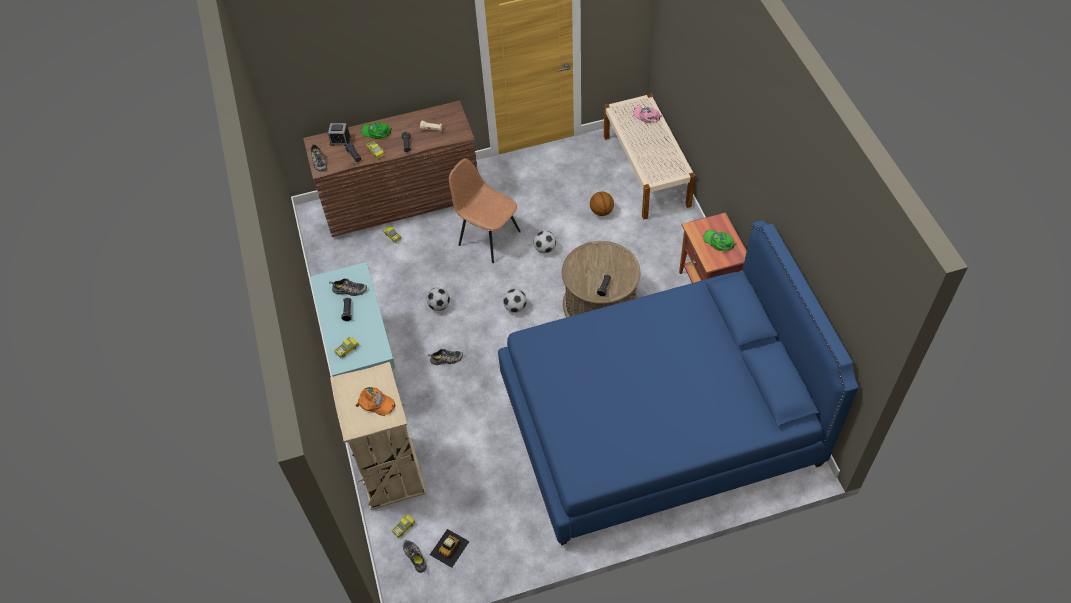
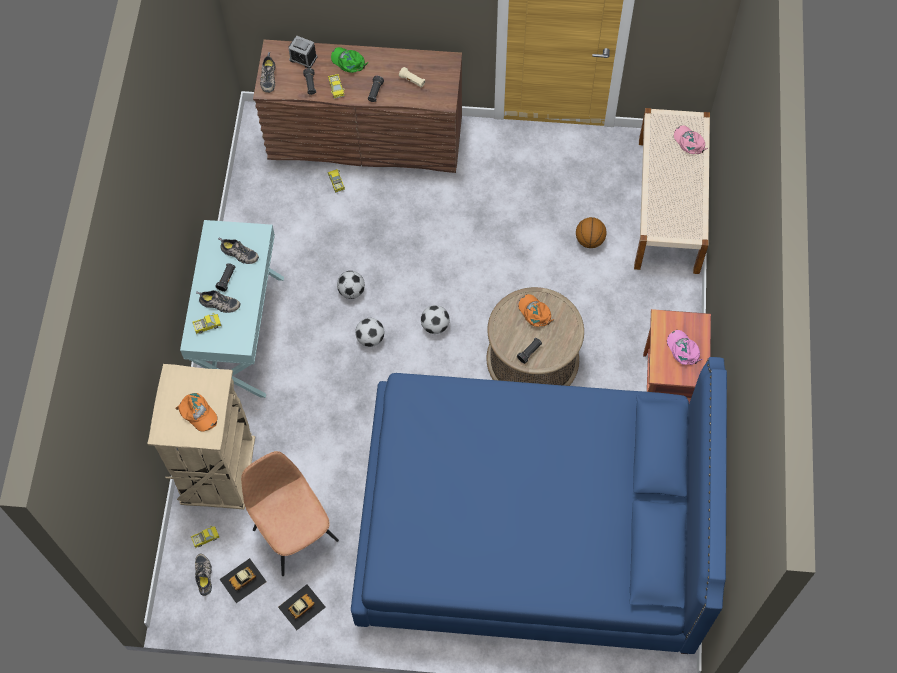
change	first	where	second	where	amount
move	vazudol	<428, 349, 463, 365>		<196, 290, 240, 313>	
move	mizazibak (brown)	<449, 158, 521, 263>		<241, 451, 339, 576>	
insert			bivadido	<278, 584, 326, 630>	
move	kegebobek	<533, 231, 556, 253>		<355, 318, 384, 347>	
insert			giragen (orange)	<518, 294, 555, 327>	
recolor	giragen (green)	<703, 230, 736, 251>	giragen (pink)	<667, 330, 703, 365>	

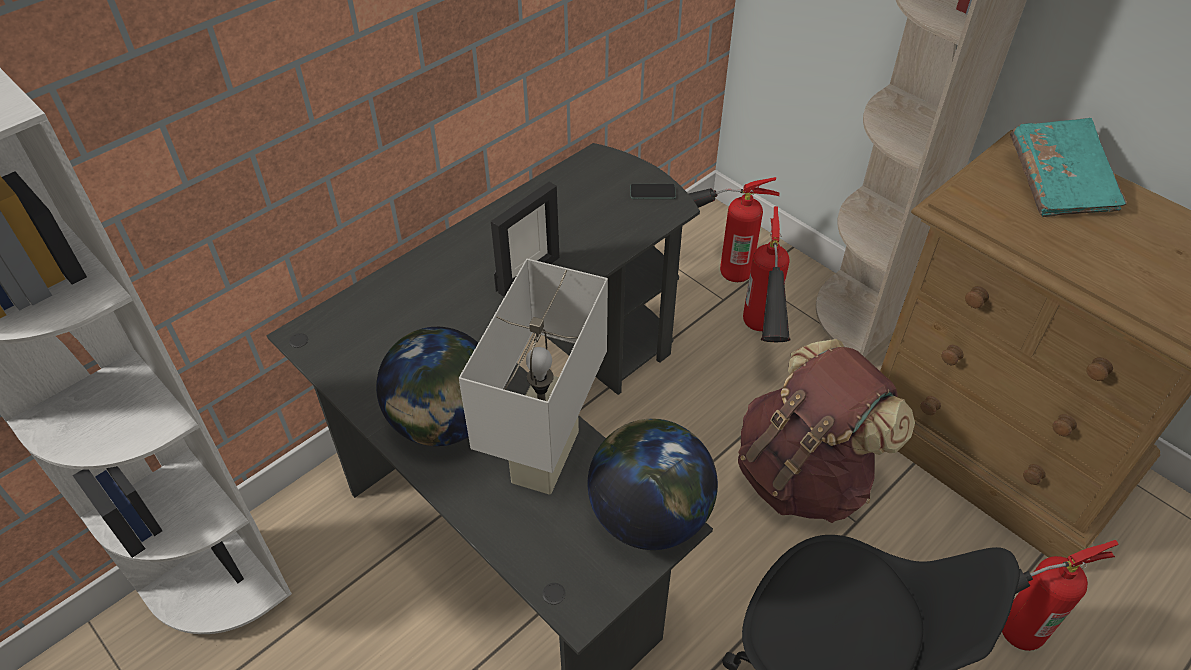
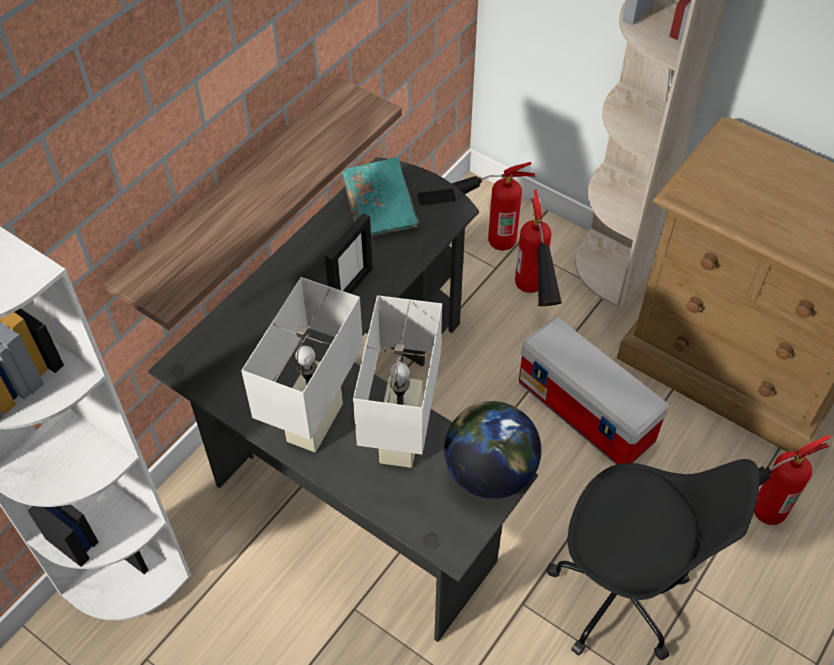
change	first	where	second	where	amount
insert			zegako	<103, 79, 402, 330>	
replace	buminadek	<376, 327, 478, 446>	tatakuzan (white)	<241, 277, 363, 452>	
move	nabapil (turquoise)	<1010, 118, 1127, 217>		<342, 157, 419, 237>	
replace	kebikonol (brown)	<738, 339, 915, 523>	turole	<519, 318, 668, 465>	

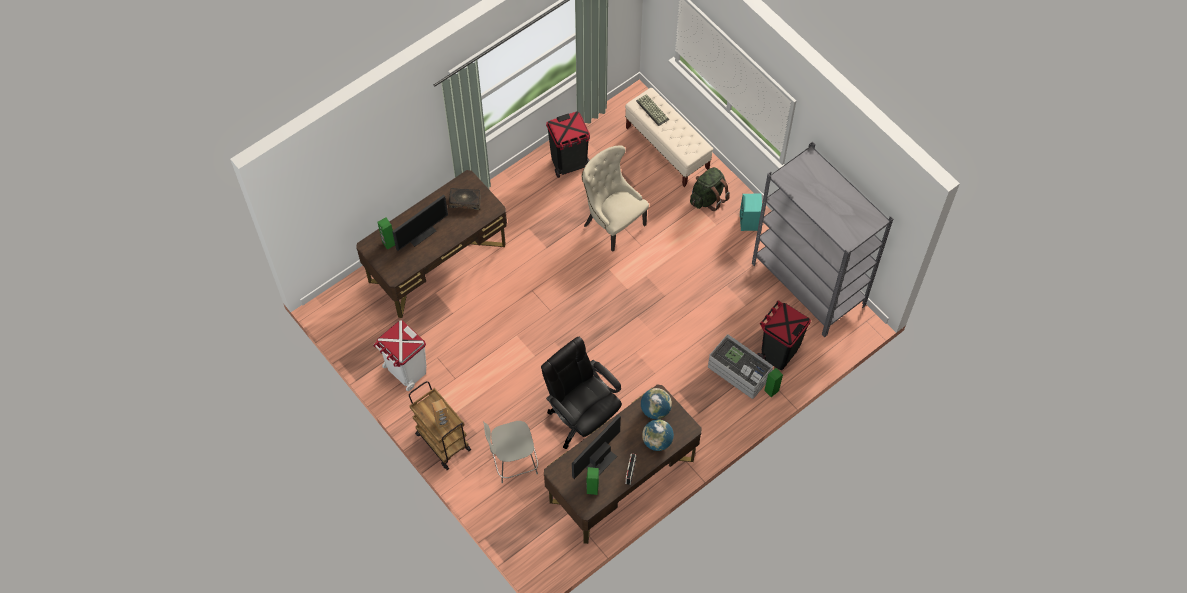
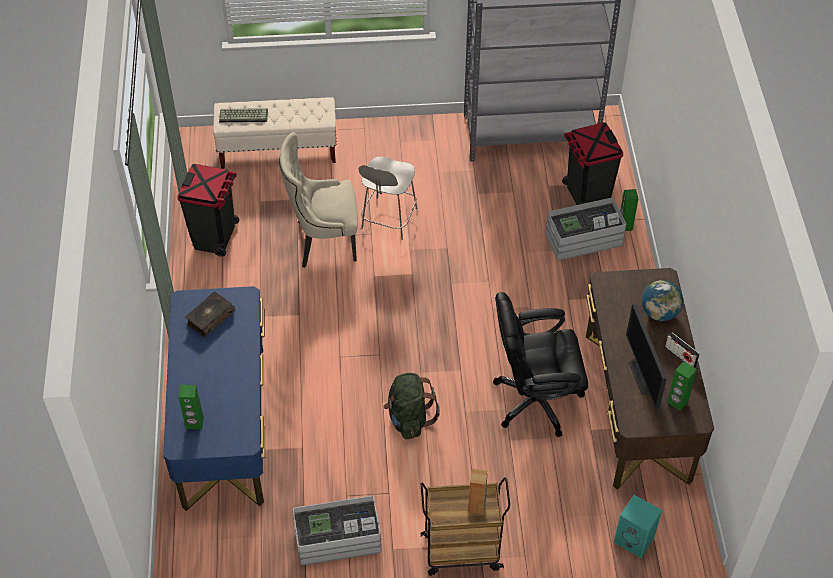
change	first	where	second	where	amount
recolor	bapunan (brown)	<356, 170, 507, 318>	bapunan (blue)	<163, 286, 265, 511>	
replace	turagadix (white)	<373, 320, 426, 391>	turole (grey)	<293, 495, 382, 565>	
move	mizazibak (grey)	<483, 421, 538, 483>		<359, 156, 418, 240>	
move	kebikonol (green)	<690, 167, 730, 211>		<384, 373, 440, 439>	
move	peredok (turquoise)	<740, 194, 762, 231>		<614, 495, 662, 558>	
delete	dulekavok	<392, 195, 448, 251>			
delete	buminadek	<641, 388, 672, 419>			

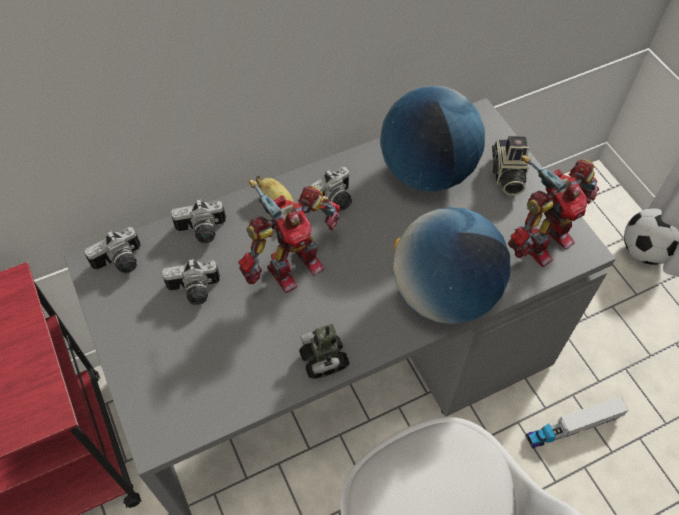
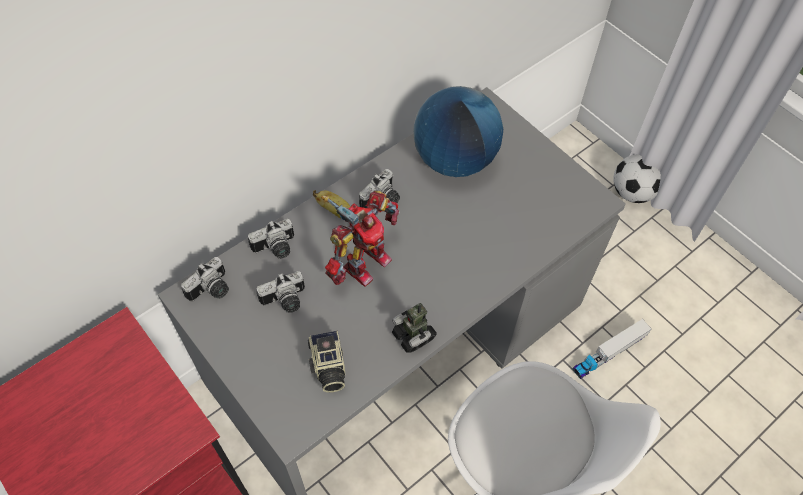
change	first	where	second	where	amount
move	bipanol	<492, 136, 529, 195>		<308, 331, 345, 393>	
delete	buminadek	<393, 207, 510, 324>			
delete	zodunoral	<508, 155, 599, 267>			

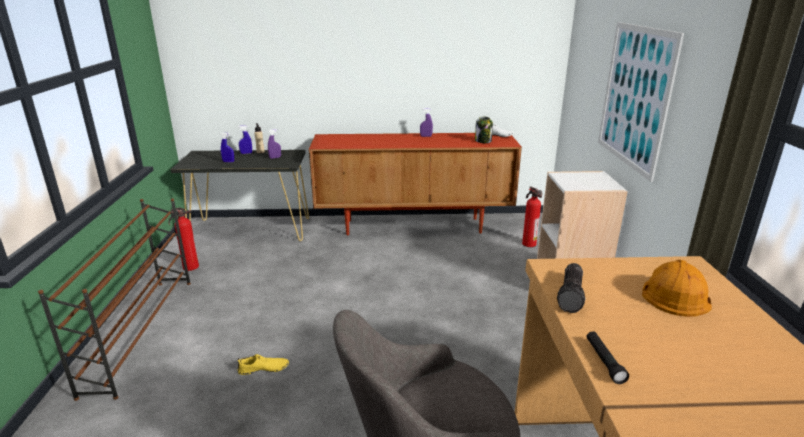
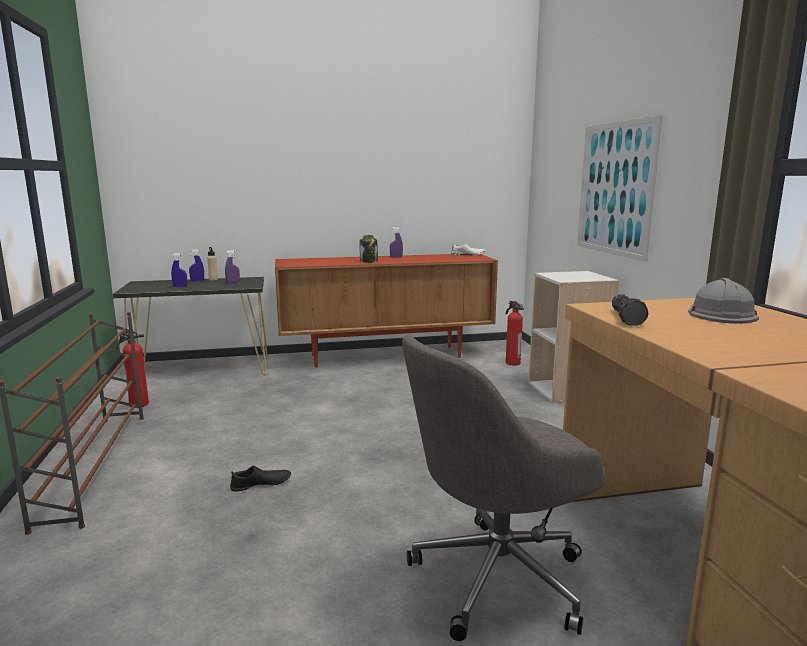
change	first	where	second	where	amount
recolor	vazudol (yellow)	<238, 354, 289, 375>	vazudol (black)	<230, 466, 291, 492>	
move	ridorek	<475, 116, 493, 143>		<359, 235, 378, 263>	
recolor	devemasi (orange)	<642, 260, 712, 317>	devemasi (grey)	<688, 278, 759, 324>	
delete	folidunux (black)	<587, 331, 629, 384>			

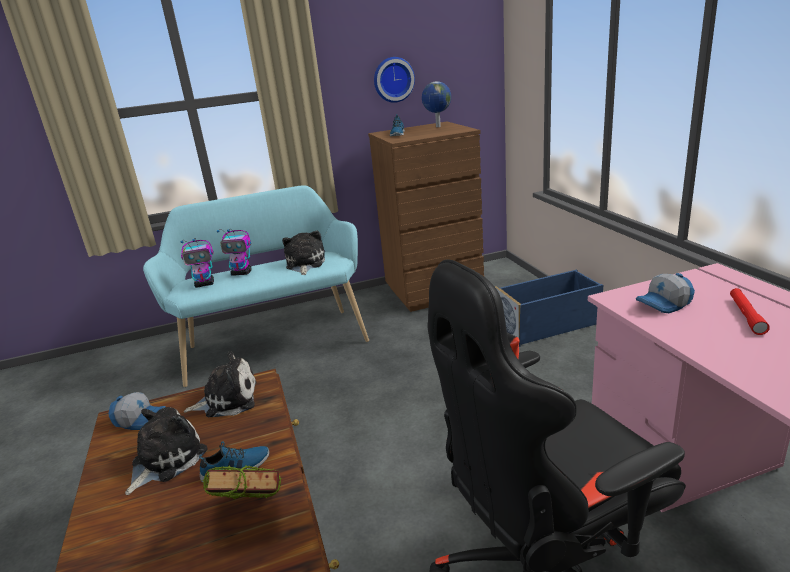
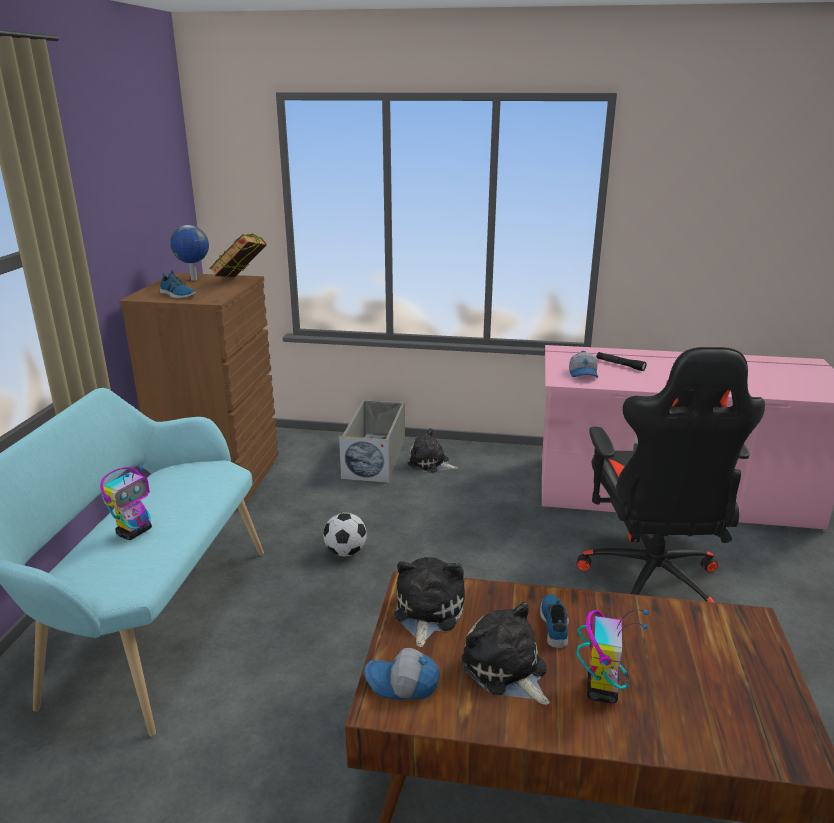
change	first	where	second	where	amount
move	nabapil	<202, 465, 282, 500>		<209, 233, 267, 278>	
insert			kegebobek	<323, 513, 367, 556>	
recolor	turole (blue)	<495, 270, 603, 347>	turole (grey)	<339, 399, 405, 483>	
rotate	giragen	<109, 392, 165, 430>		<364, 648, 440, 700>	120 degrees counterclockwise
move	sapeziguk	<282, 231, 325, 275>		<407, 428, 458, 473>	
move	zodunoral	<181, 238, 214, 288>		<577, 609, 648, 703>	
recolor	folidunux (red)	<730, 288, 770, 335>	folidunux (black)	<597, 352, 647, 371>	
delete	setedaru	<374, 57, 415, 103>			

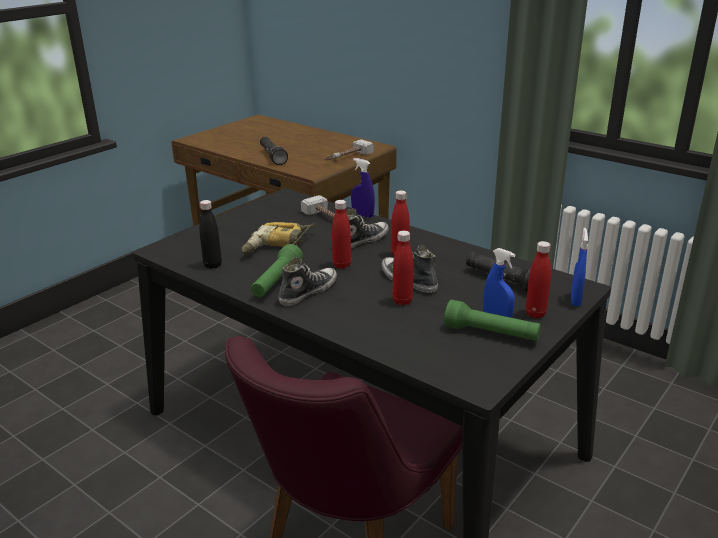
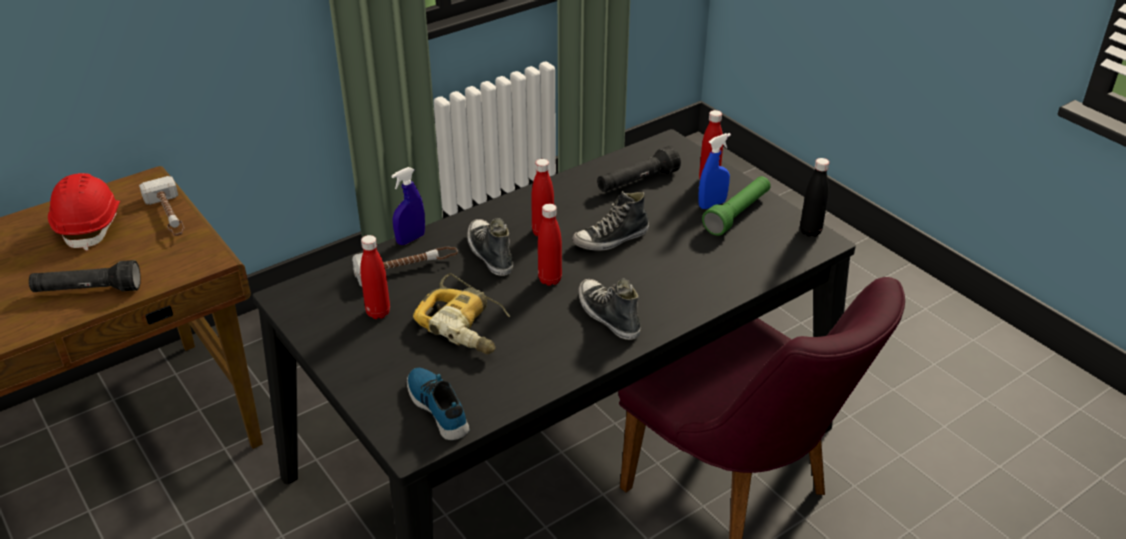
change	first	where	second	where	amount
insert			devemasi (red)	<48, 173, 120, 251>	
move	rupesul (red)	<393, 231, 414, 305>		<360, 235, 390, 319>	
insert			vazudol	<407, 367, 470, 440>	
move	rupesul (black)	<199, 200, 222, 269>		<800, 158, 829, 237>	
delete	folidunux (green)	<251, 244, 303, 297>			
delete	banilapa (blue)	<571, 228, 588, 306>			

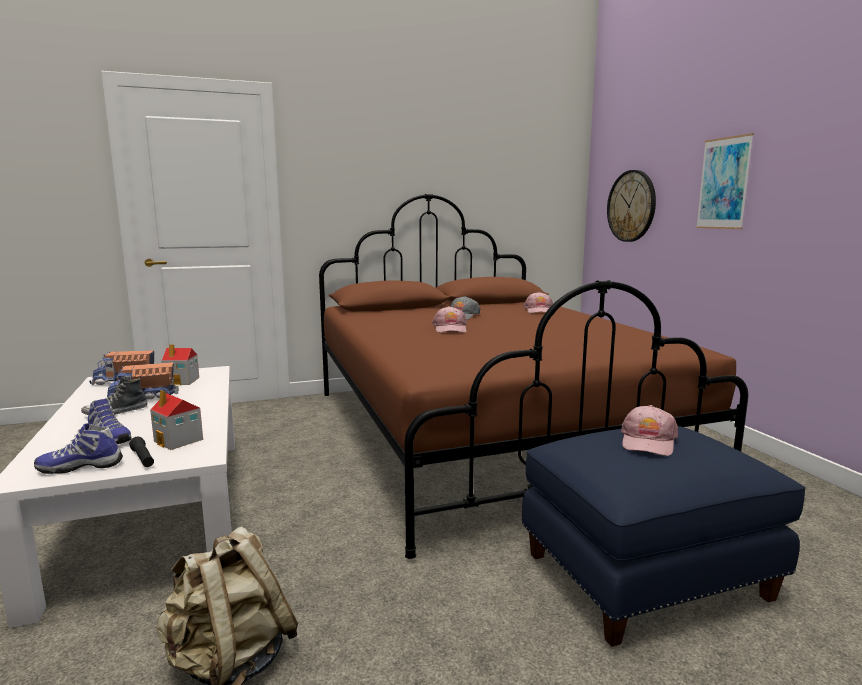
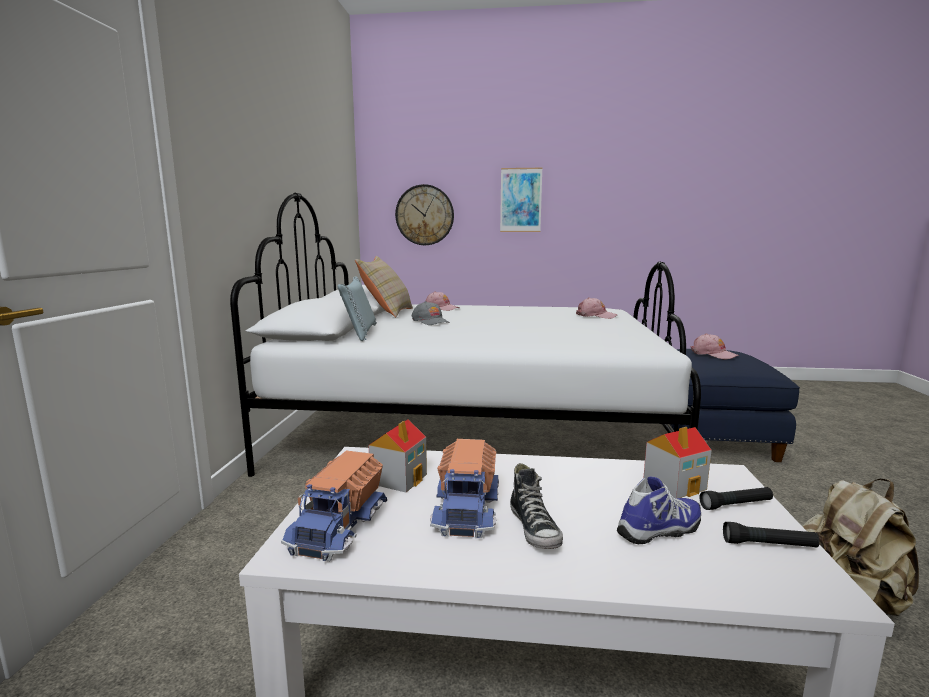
change	first	where	second	where	amount
recolor	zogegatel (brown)	<319, 194, 748, 559>	zogegatel (white)	<230, 193, 701, 477>	
insert			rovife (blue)	<337, 276, 377, 341>	
insert			rovife (beige)	<355, 256, 413, 317>	
move	giragen (pink)	<432, 306, 467, 333>		<576, 298, 617, 319>	
replace	vazudol	<34, 423, 123, 474>	folidunux (black)	<723, 522, 820, 548>	

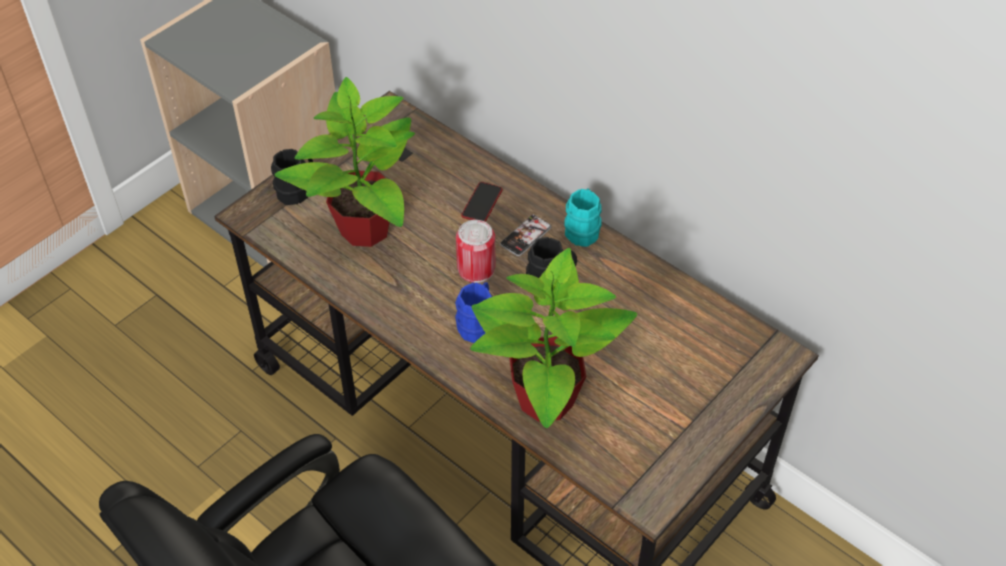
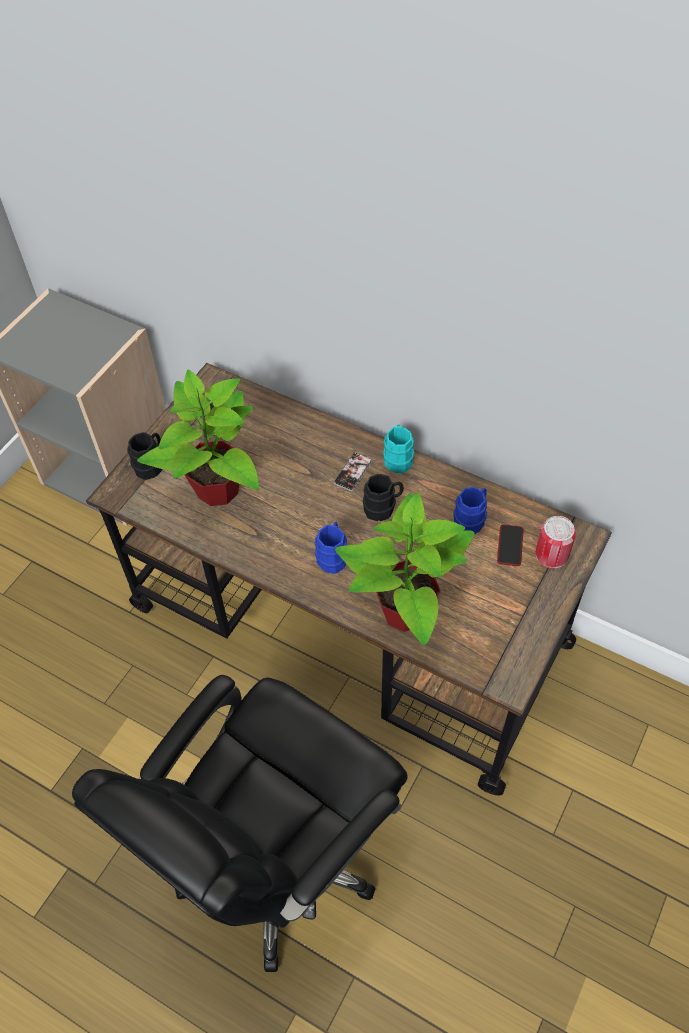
change	first	where	second	where	amount
insert			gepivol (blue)	<453, 487, 487, 534>	
move	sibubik	<461, 182, 502, 222>		<497, 524, 524, 566>	
move	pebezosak	<456, 220, 495, 283>		<535, 516, 576, 568>	

